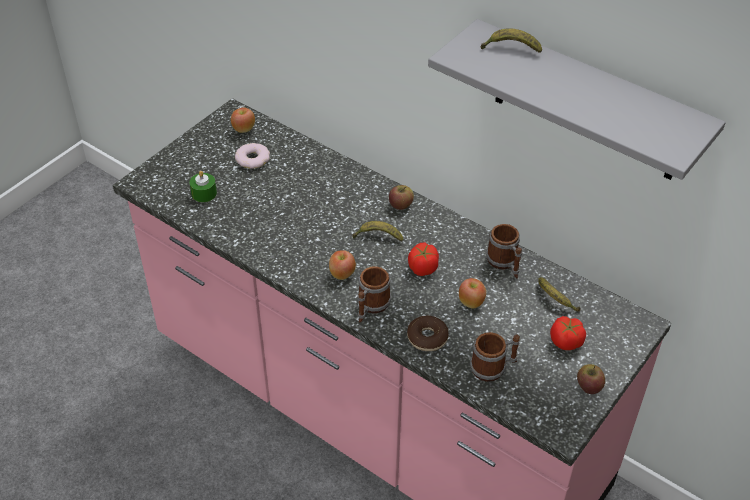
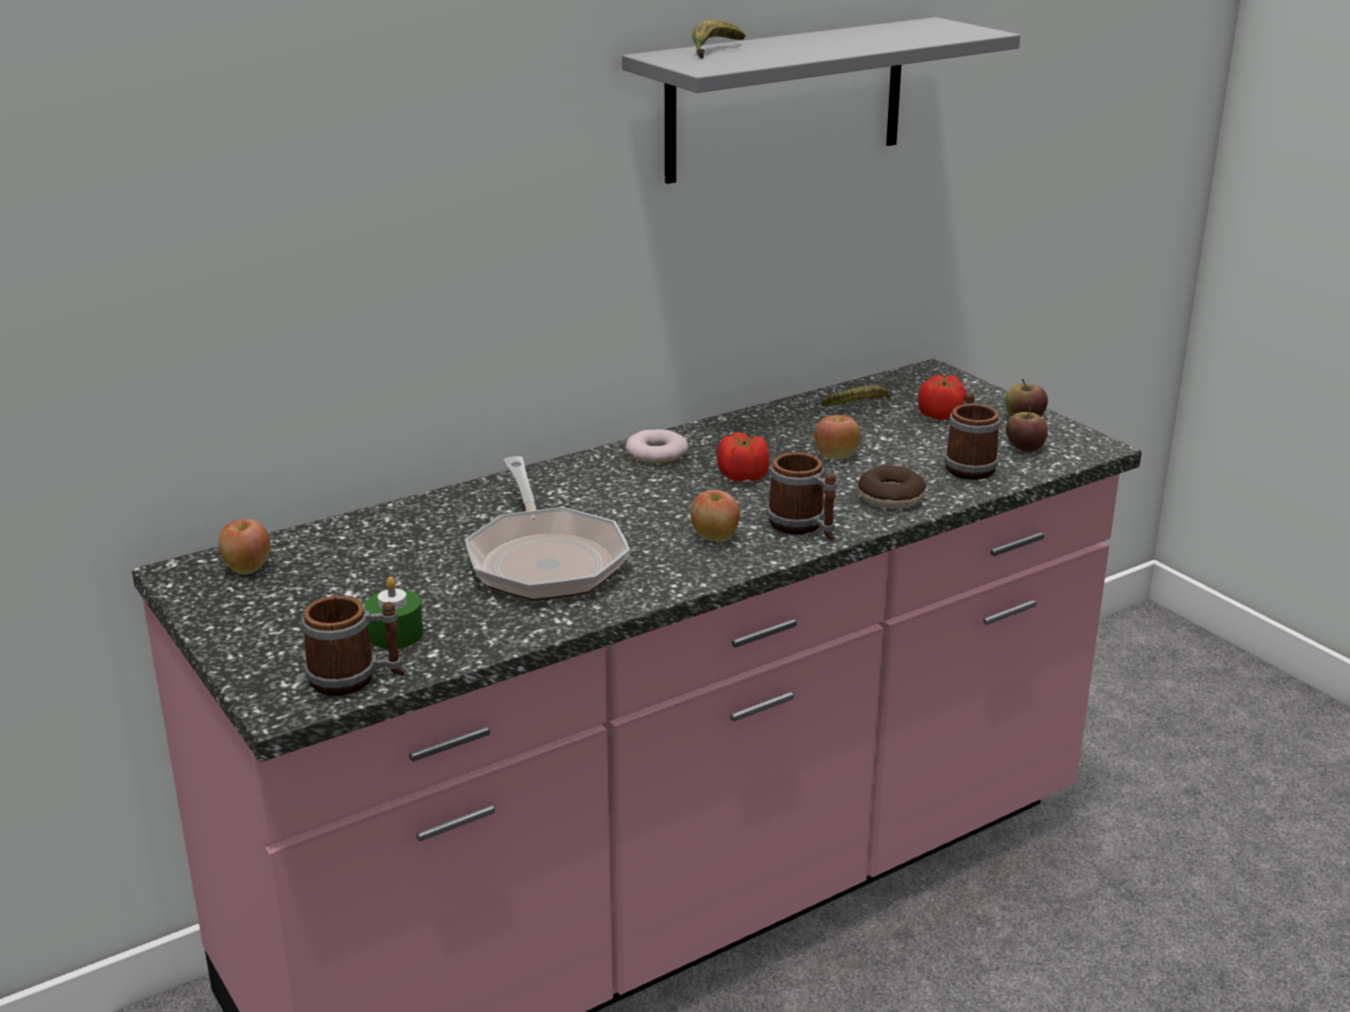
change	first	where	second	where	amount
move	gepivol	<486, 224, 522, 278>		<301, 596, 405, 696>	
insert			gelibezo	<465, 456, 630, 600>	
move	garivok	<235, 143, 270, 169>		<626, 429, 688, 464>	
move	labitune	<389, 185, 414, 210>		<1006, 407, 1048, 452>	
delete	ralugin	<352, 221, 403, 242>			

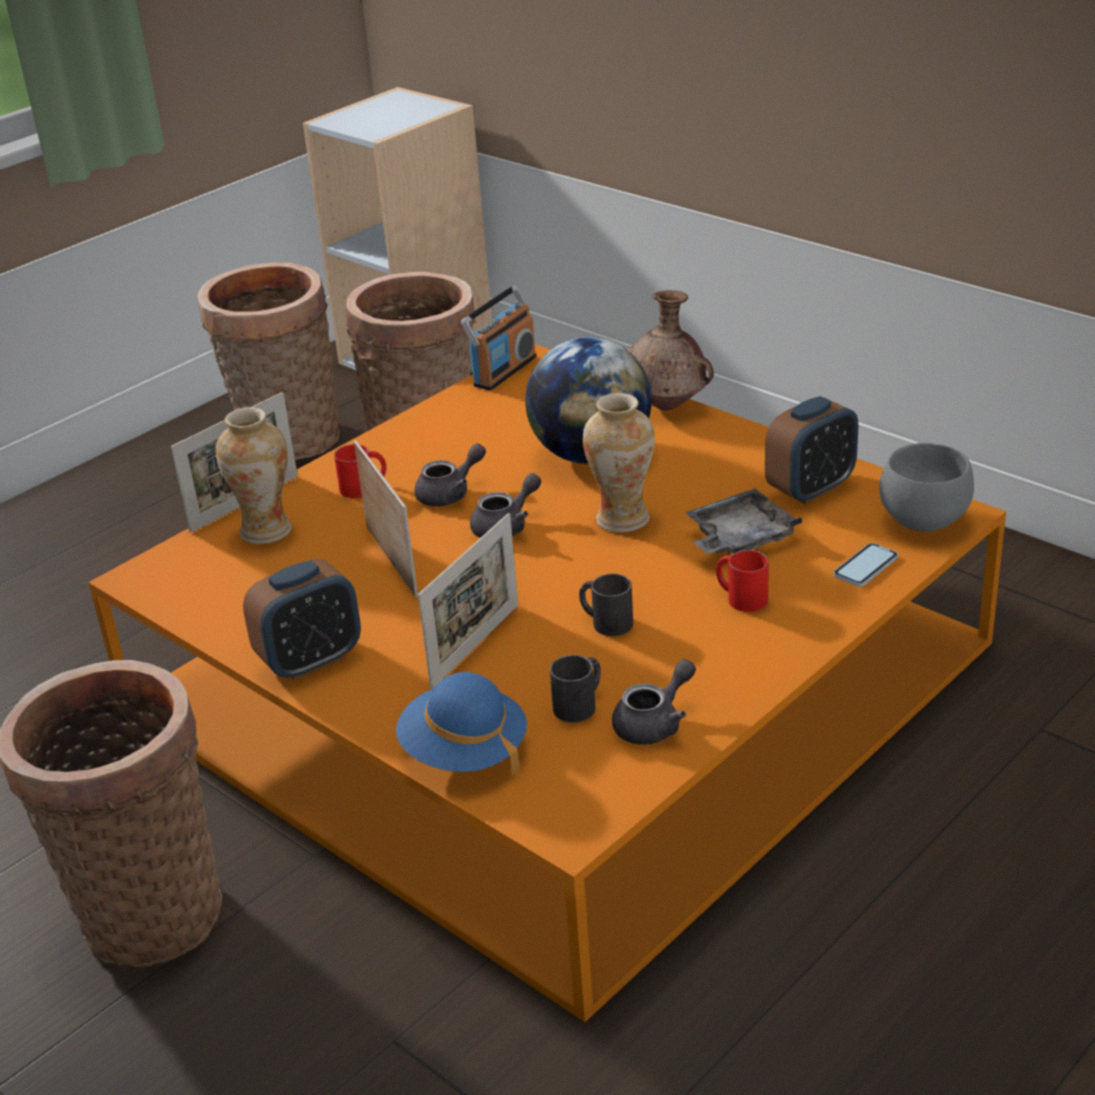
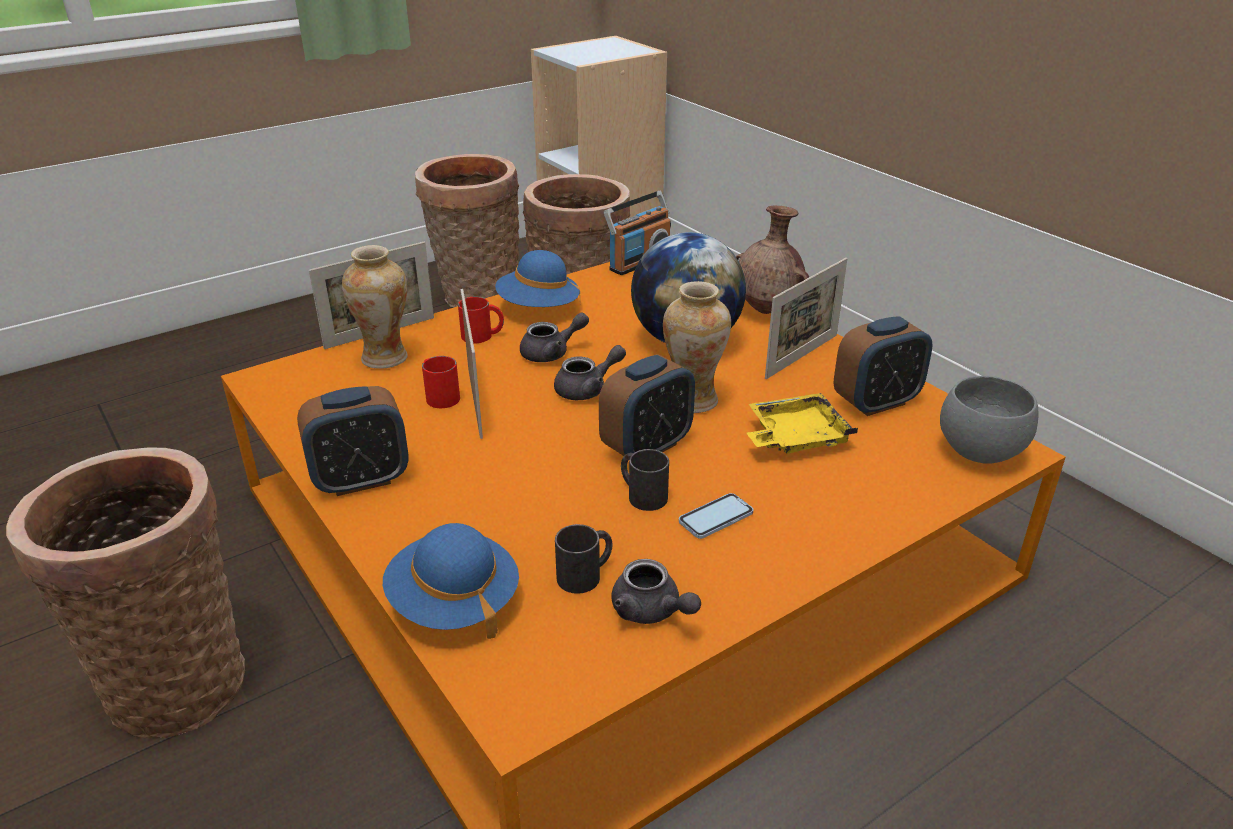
change	first	where	second	where	amount
move	gepivol (red)	<716, 550, 769, 612>		<422, 356, 460, 408>	
insert			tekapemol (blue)	<495, 250, 580, 307>	
insert			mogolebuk	<599, 354, 695, 456>	
rotate	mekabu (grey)	<612, 659, 696, 745>		<611, 559, 701, 624>	75 degrees clockwise
move	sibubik	<833, 543, 898, 587>		<679, 493, 753, 539>	
recolor	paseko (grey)	<685, 488, 802, 554>	paseko (yellow)	<747, 393, 858, 454>	
move	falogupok	<418, 513, 518, 689>		<765, 258, 847, 379>	

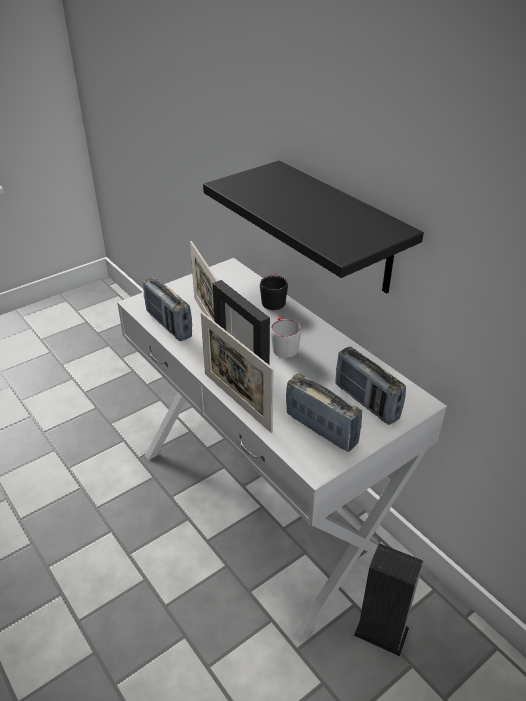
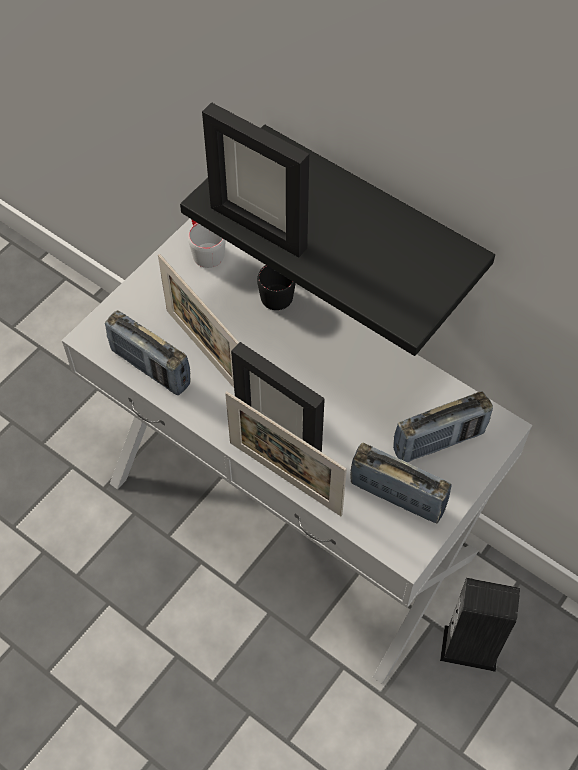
change	first	where	second	where	amount
move	gepivol (grey)	<271, 317, 301, 358>		<188, 219, 226, 268>	
insert			falogupok	<202, 102, 309, 257>	
rotate	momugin	<336, 347, 406, 425>		<393, 392, 493, 462>	60 degrees counterclockwise

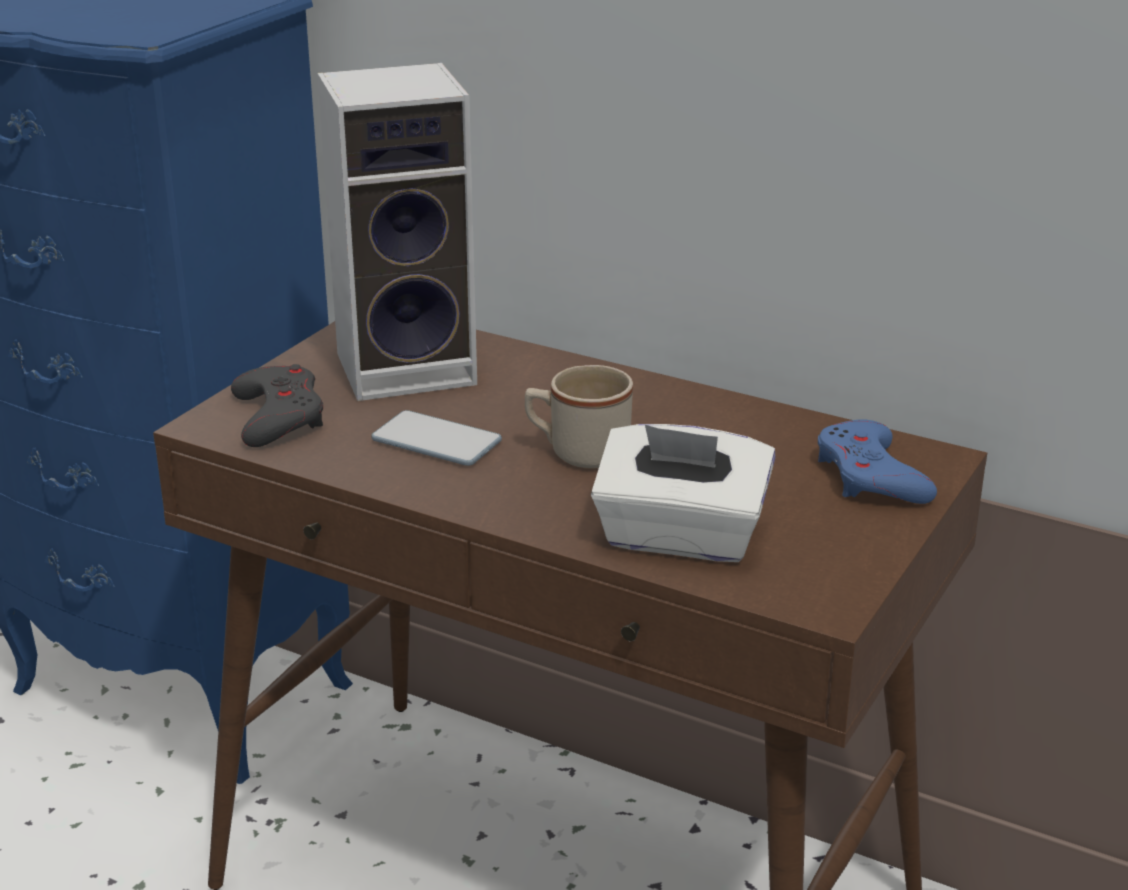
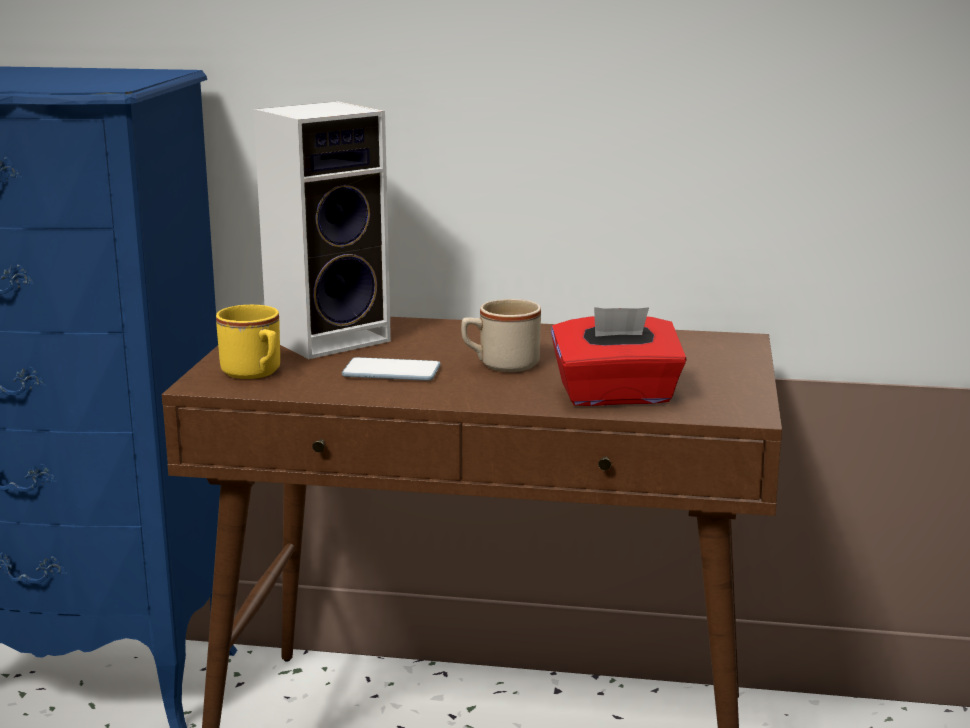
change	first	where	second	where	amount
replace	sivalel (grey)	<231, 364, 323, 447>	gepivol (yellow)	<216, 305, 280, 379>	
recolor	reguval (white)	<591, 424, 776, 562>	reguval (red)	<551, 307, 687, 406>	
delete	sivalel (blue)	<818, 419, 937, 504>			

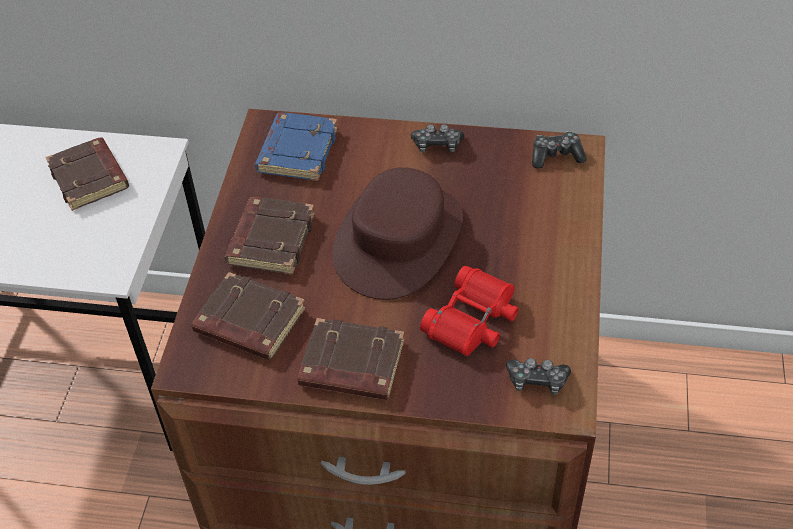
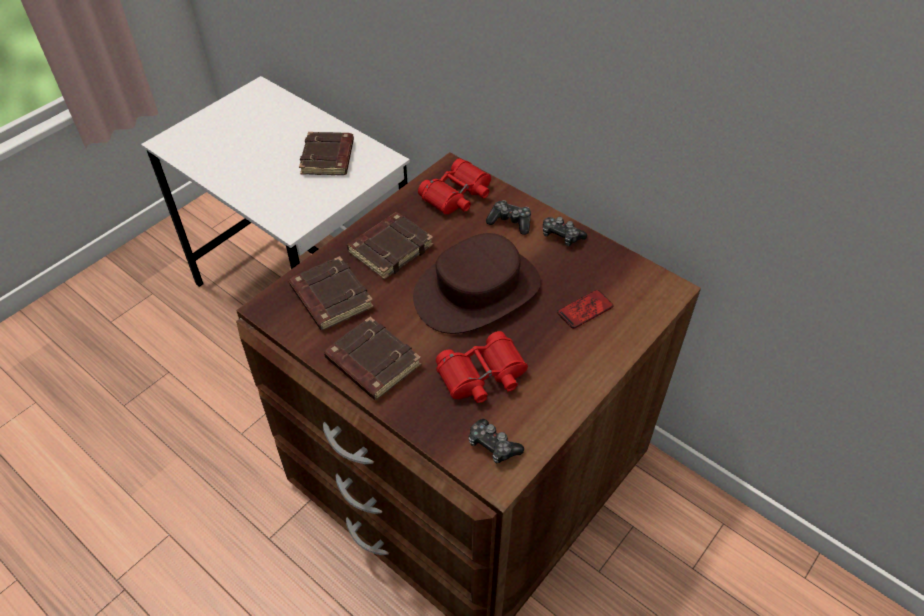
change	first	where	second	where	amount
replace	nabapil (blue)	<255, 112, 338, 181>	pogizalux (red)	<418, 158, 491, 214>	
move	sivalel	<532, 131, 586, 169>		<486, 200, 531, 235>	
insert			sibubik	<557, 290, 614, 329>	

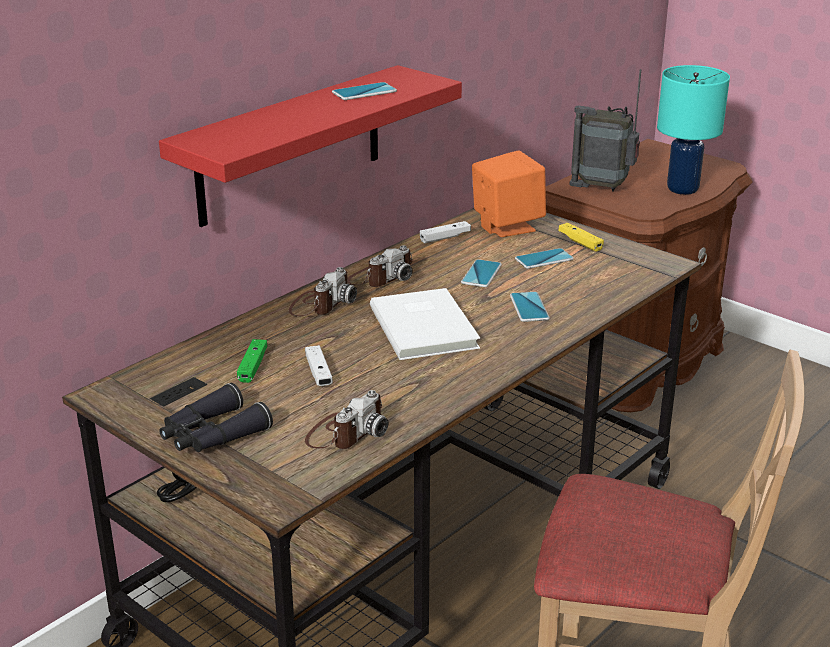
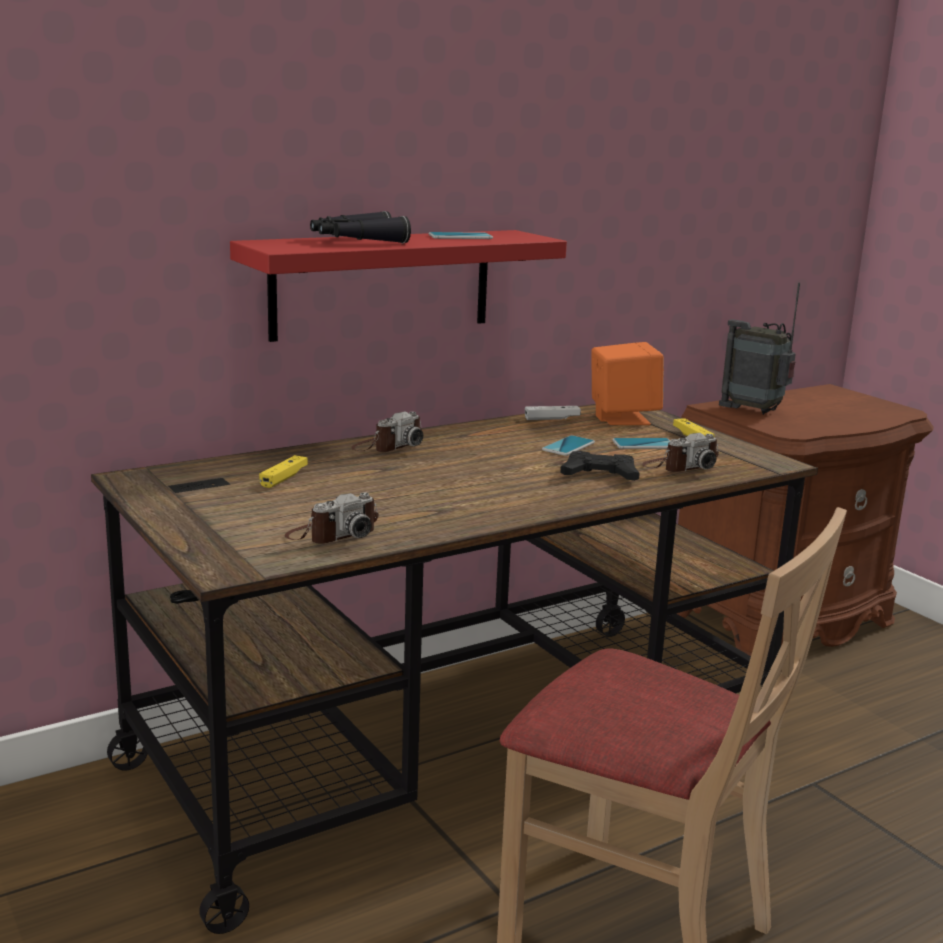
change	first	where	second	where	amount
recolor	sivalel (green)	<237, 339, 268, 383>	sivalel (yellow)	<259, 455, 308, 488>	
move	pogizalux (black)	<159, 383, 273, 452>		<310, 211, 411, 243>	
replace	sibubik	<510, 292, 550, 322>	sivalel (black)	<560, 451, 640, 481>	
move	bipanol	<347, 245, 413, 287>		<642, 433, 719, 472>	
delete	sivalel (white)	<305, 345, 333, 386>			
delete	nabapil (white)	<370, 288, 480, 360>			
delete	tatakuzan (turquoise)	<657, 65, 730, 195>			

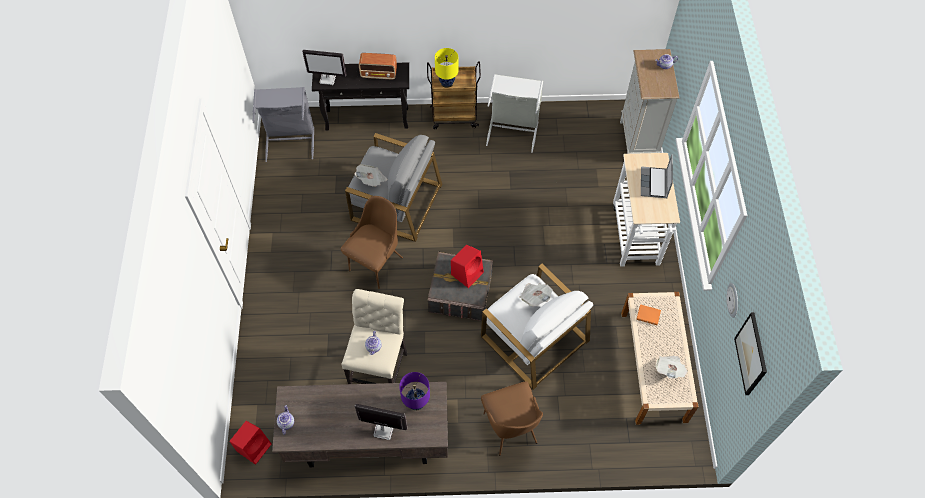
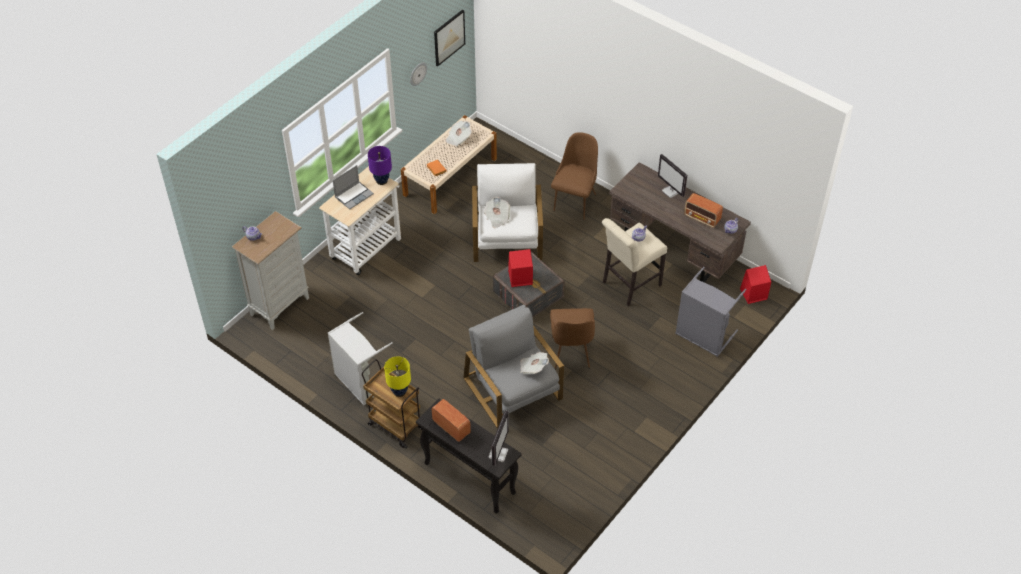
change	first	where	second	where	amount
move	tatakuzan (purple)	<399, 372, 430, 410>		<368, 146, 392, 185>	
rotate	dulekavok	<302, 50, 347, 85>		<489, 411, 509, 466>	60 degrees clockwise
rotate	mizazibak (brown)	<340, 196, 403, 289>		<550, 308, 595, 370>	75 degrees counterclockwise
move	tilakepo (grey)	<253, 87, 314, 162>		<675, 267, 747, 357>	
insert			momugin	<684, 193, 723, 228>	

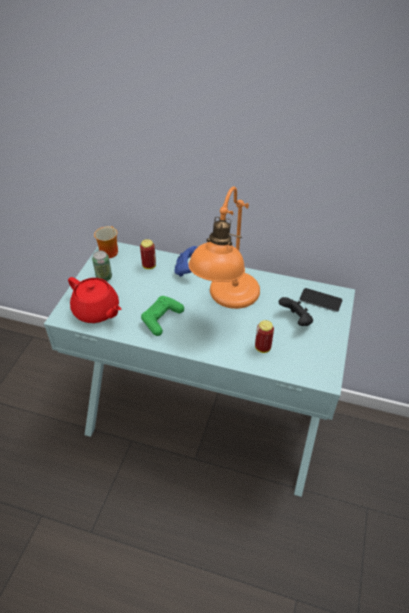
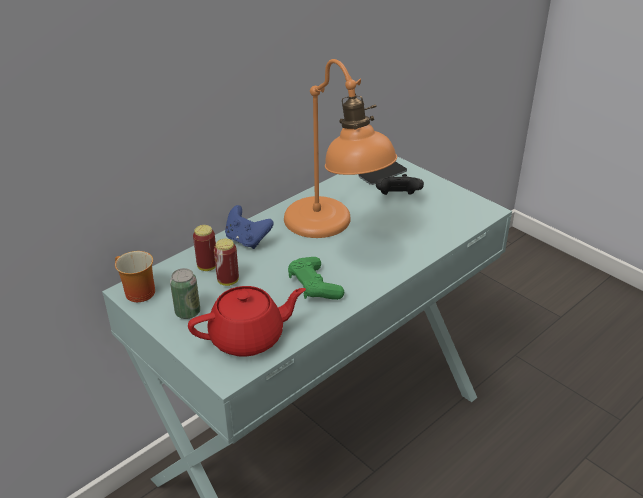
change	first	where	second	where	amount
move	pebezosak	<255, 320, 274, 353>		<214, 239, 239, 286>	

